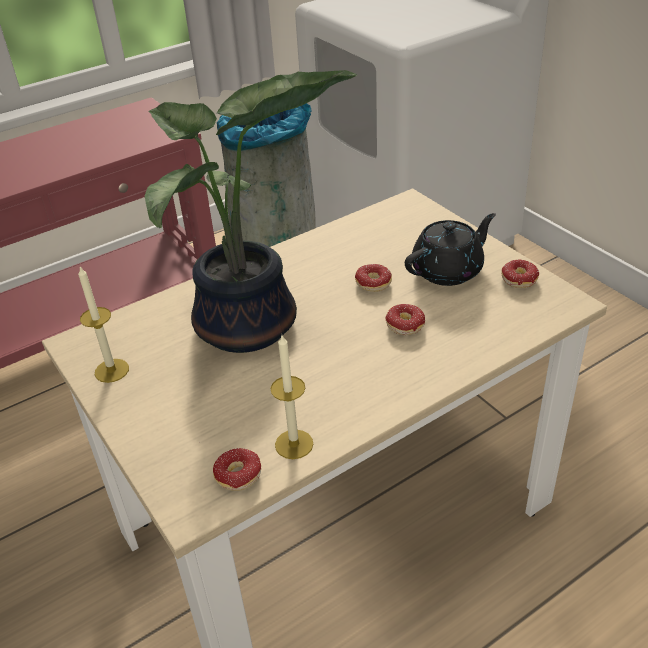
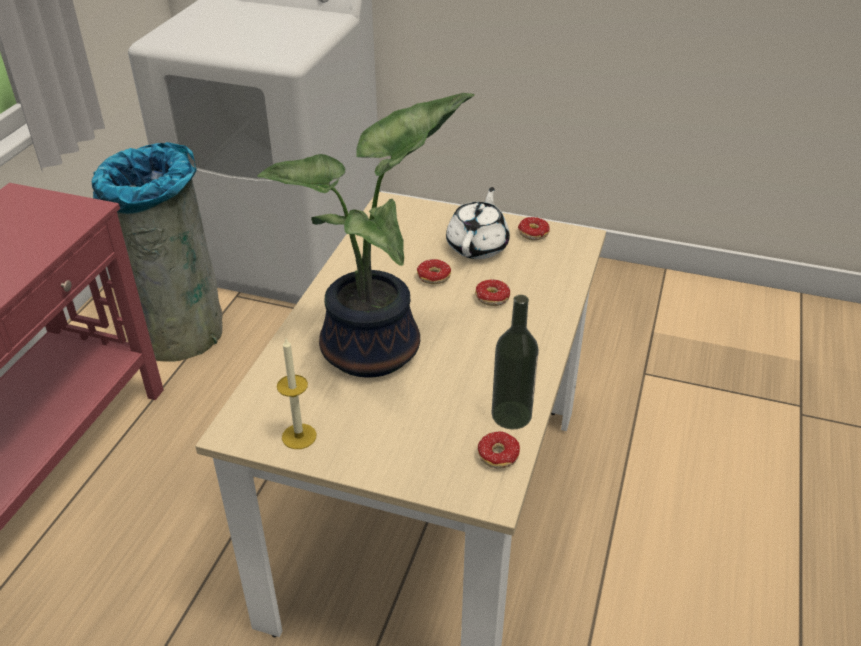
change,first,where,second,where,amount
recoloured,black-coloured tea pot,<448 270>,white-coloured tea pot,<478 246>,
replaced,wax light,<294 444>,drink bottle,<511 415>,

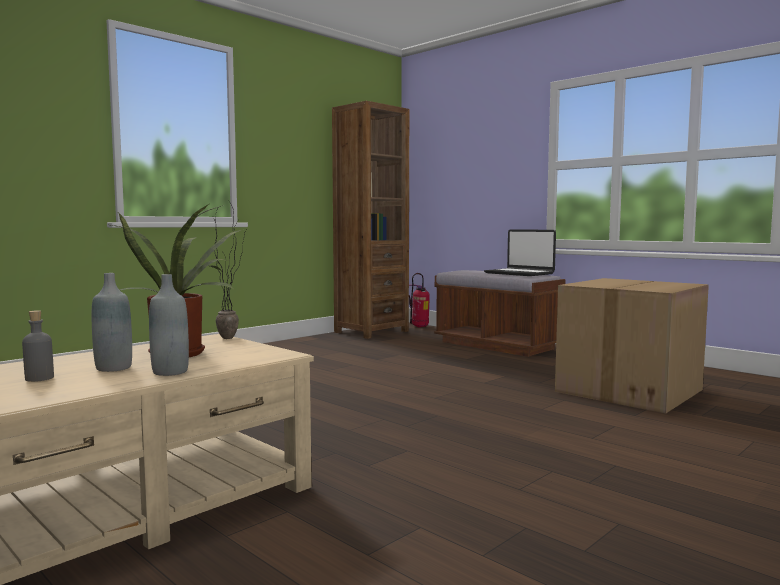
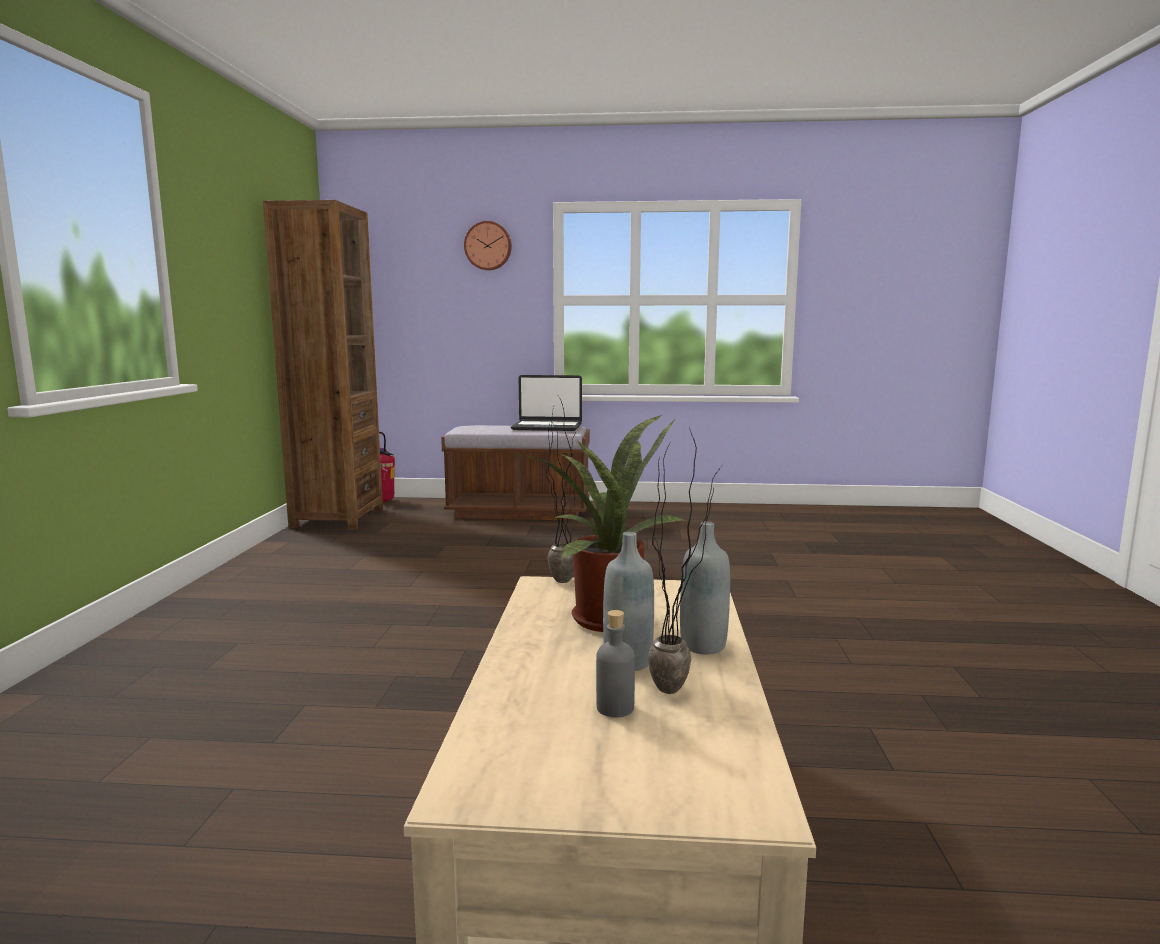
change,first,where,second,where,amount
added,,,clock on the wall,<488 246>,
added,,,potted plant,<682 691>,
removed,cardboard box,<630 391>,,,

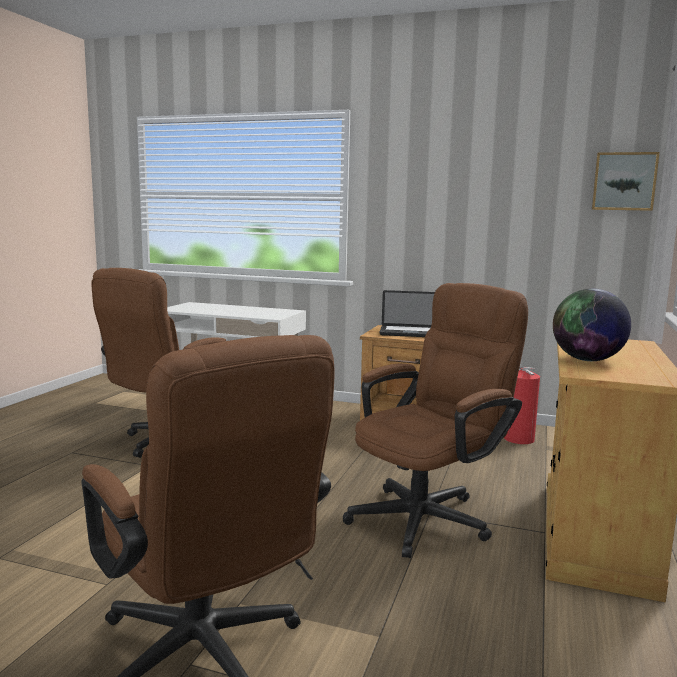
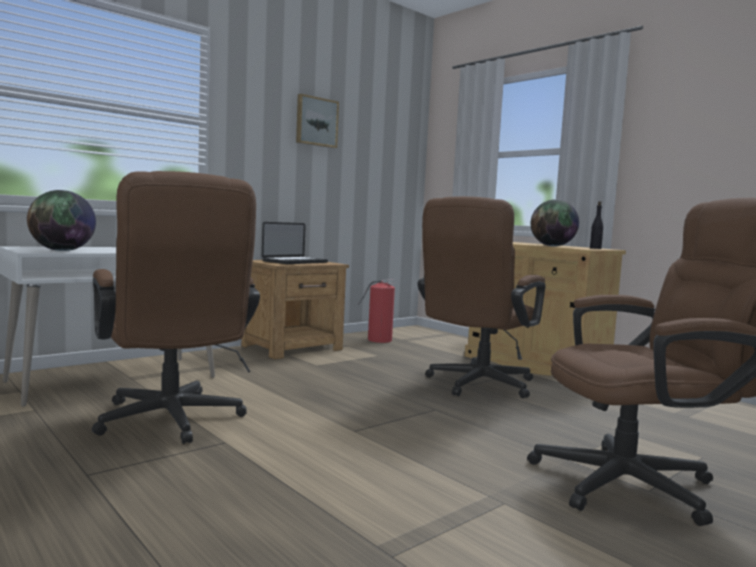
change,first,where,second,where,amount
added,,,globe,<62 251>,
moved,wall art,<624 181>,,<316 122>,
turned,brownish office chair,<429 516>,,<475 385>,135 degrees counterclockwise
added,,,black-coloured drink bottle,<595 248>,

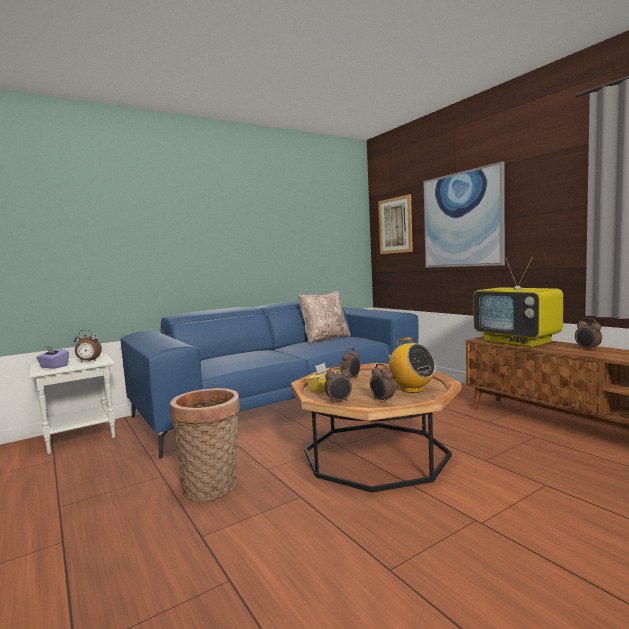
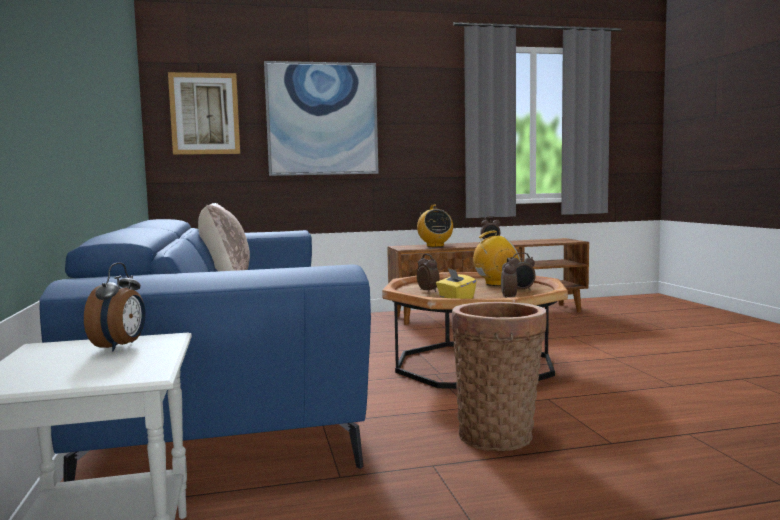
change,first,where,second,where,amount
replaced,TV set,<517 341>,radio receiver,<435 246>,
removed,purplish box of tissues,<53 366>,,,

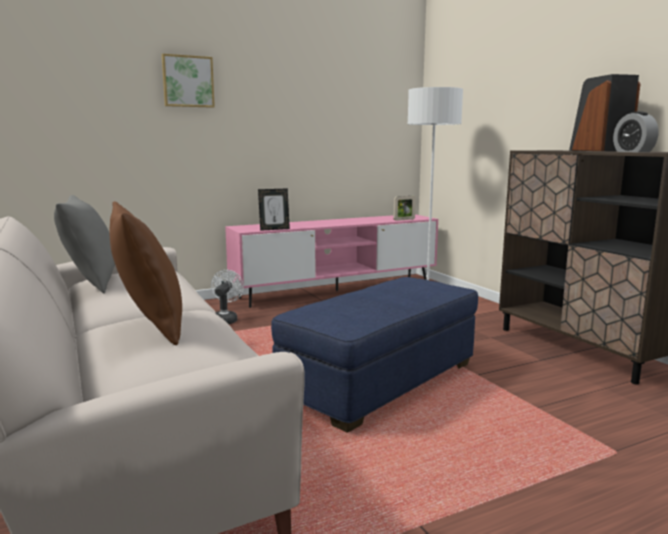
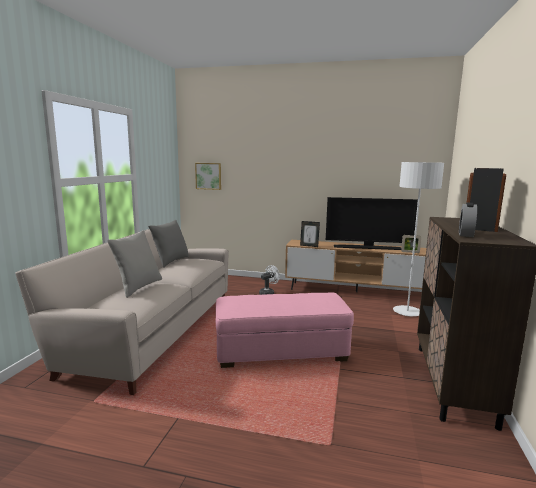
change,first,where,second,where,amount
recoloured,brownish throw pillow,<150 326>,grey throw pillow,<138 287>,
moved,wall art,<188 81>,,<208 176>,
recoloured,blue footrest,<380 382>,pinkish footrest,<280 351>,
recoloured,pinkish tv unit,<337 291>,brownish tv unit,<356 292>,
added,,,TV set,<368 248>,

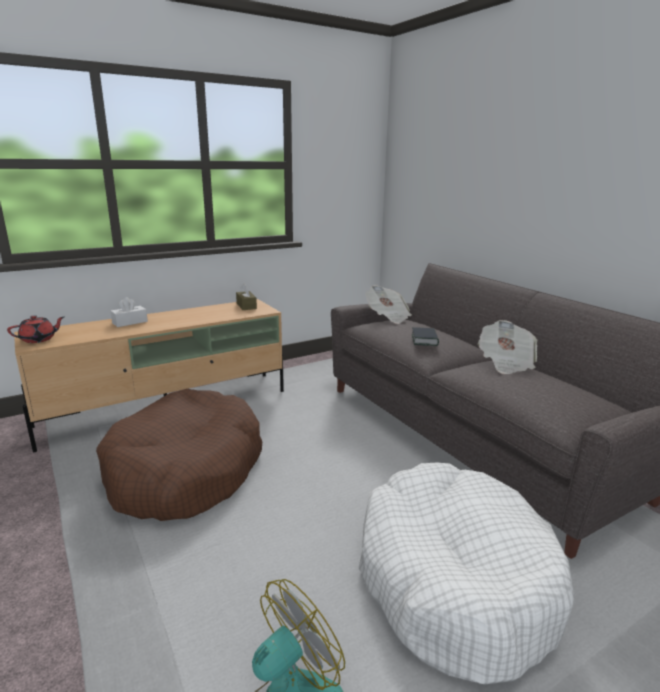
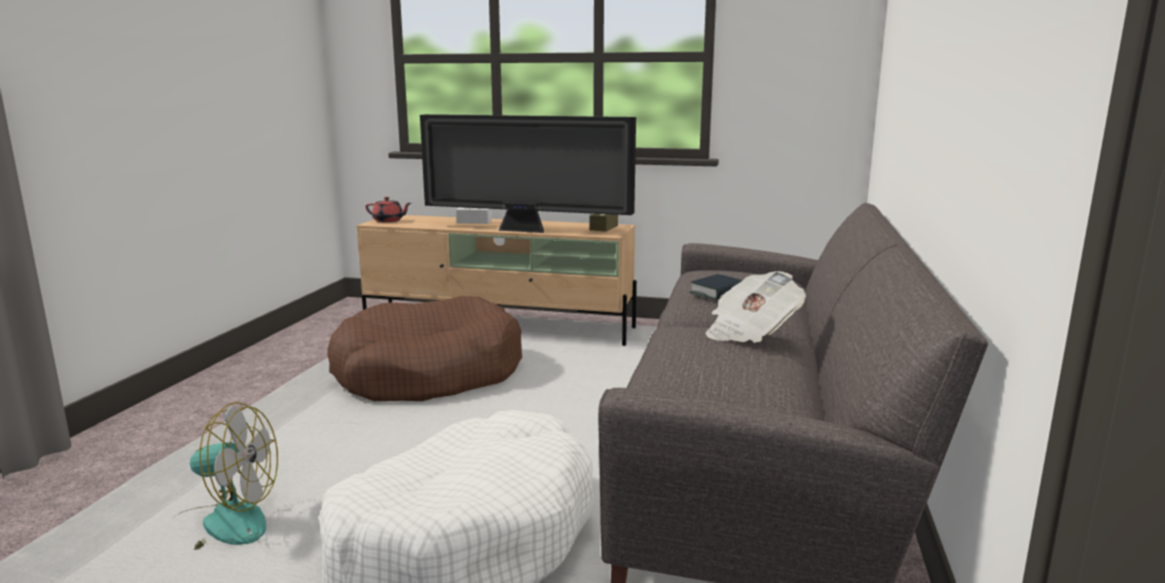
change,first,where,second,where,amount
added,,,TV set,<526 230>,
removed,newspaper,<387 316>,,,

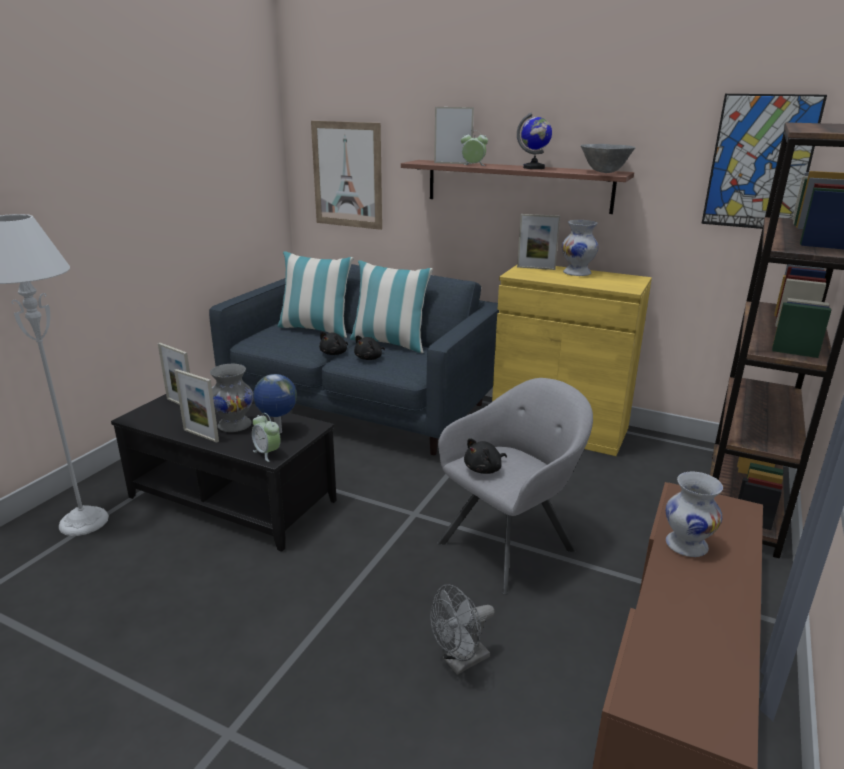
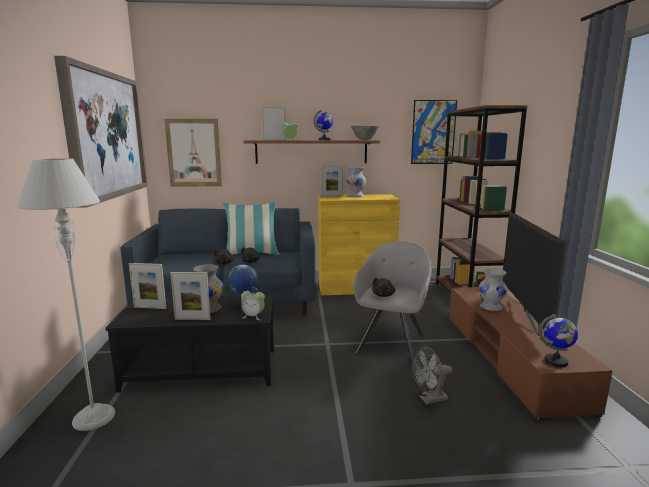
change,first,where,second,where,amount
added,,,wall art,<106 135>,
turned,grey electric fan,<460 662>,,<429 399>,45 degrees clockwise
added,,,TV set,<523 315>,
added,,,globe,<556 362>,
removed,throw pillow,<316 329>,,,

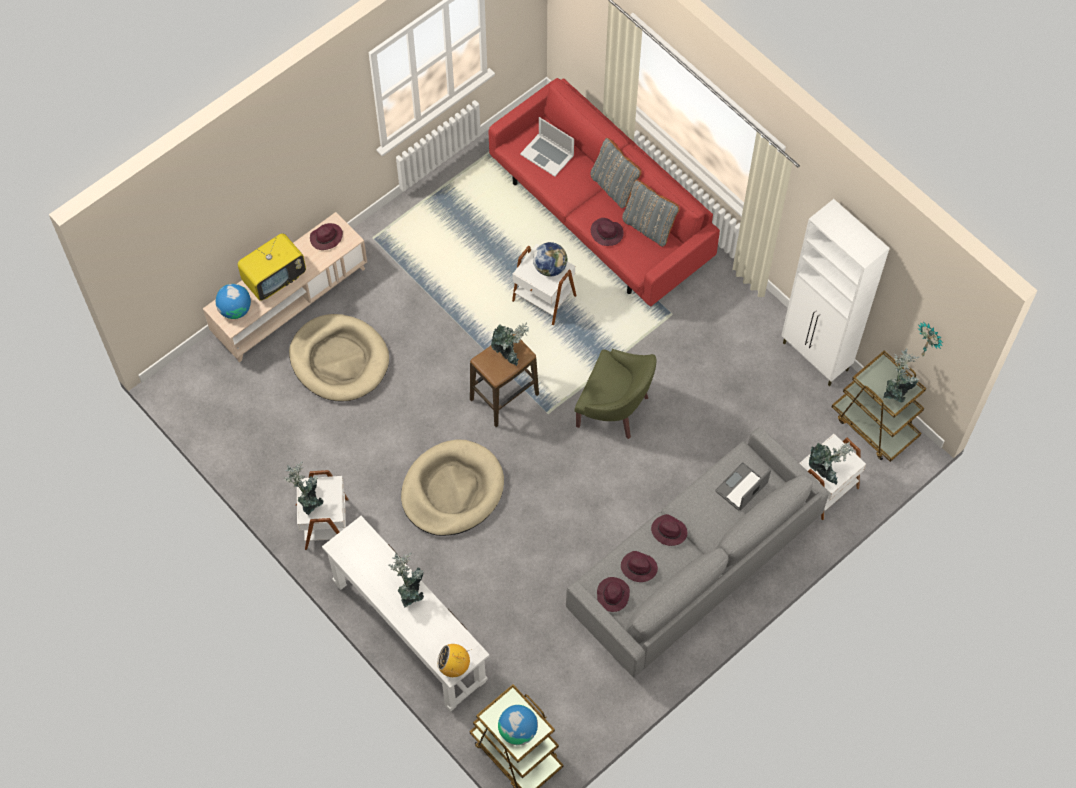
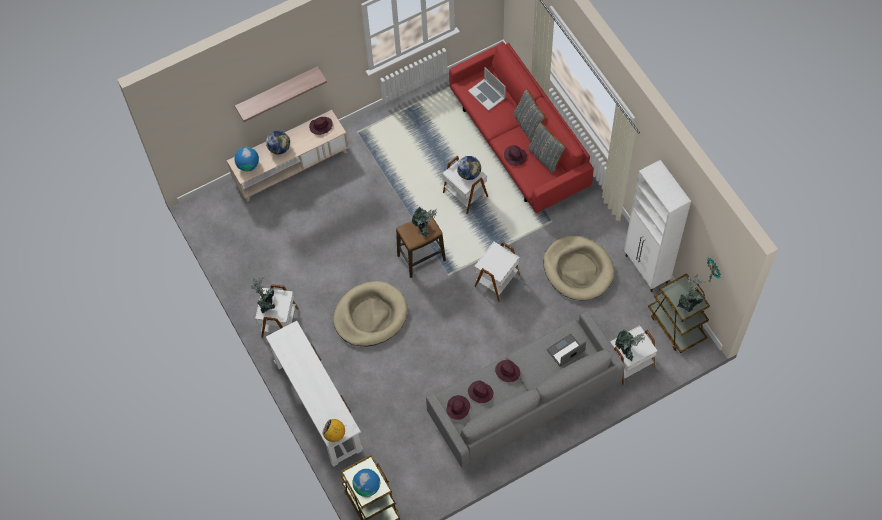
change,first,where,second,where,amount
added,,,bracket shelf,<277 91>,
replaced,TV set,<275 278>,globe,<279 148>,
replaced,green-coloured easy chair,<615 408>,white-coloured accent table,<496 280>,
moved,beige-coloured dog cushion,<339 360>,,<578 269>,
removed,potted plant,<410 590>,,,

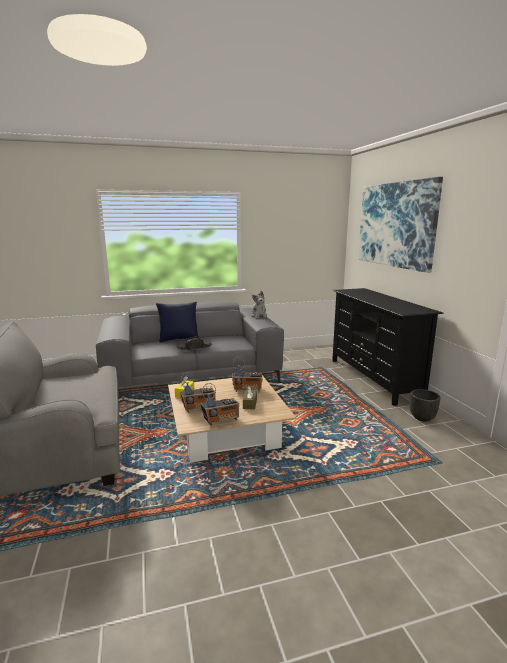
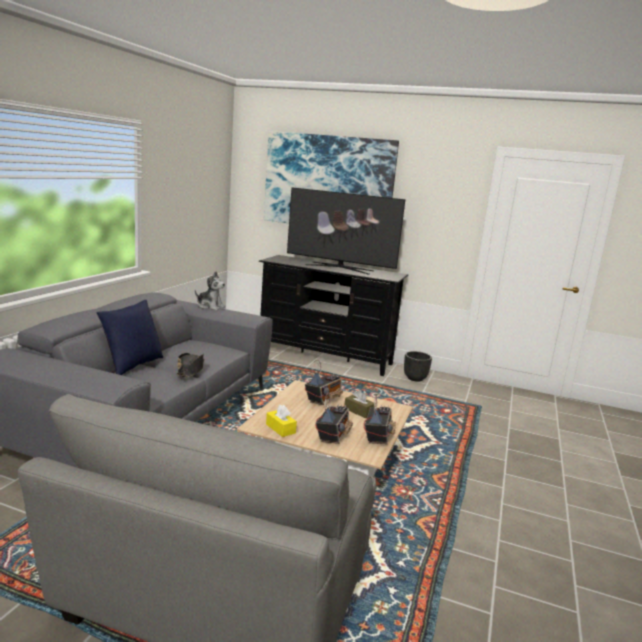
change,first,where,second,where,amount
added,,,TV set,<339 268>,

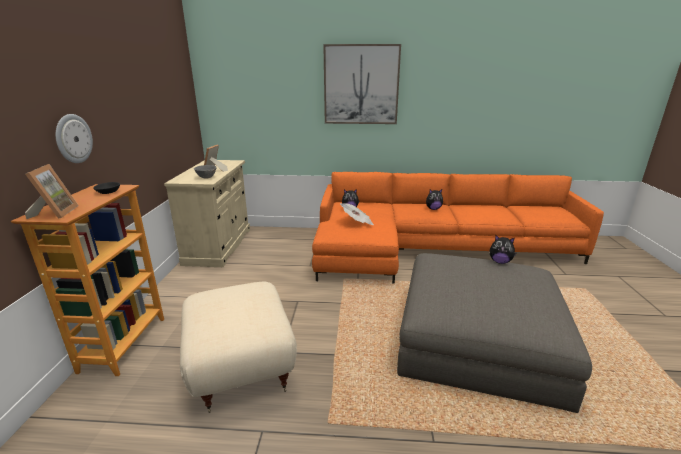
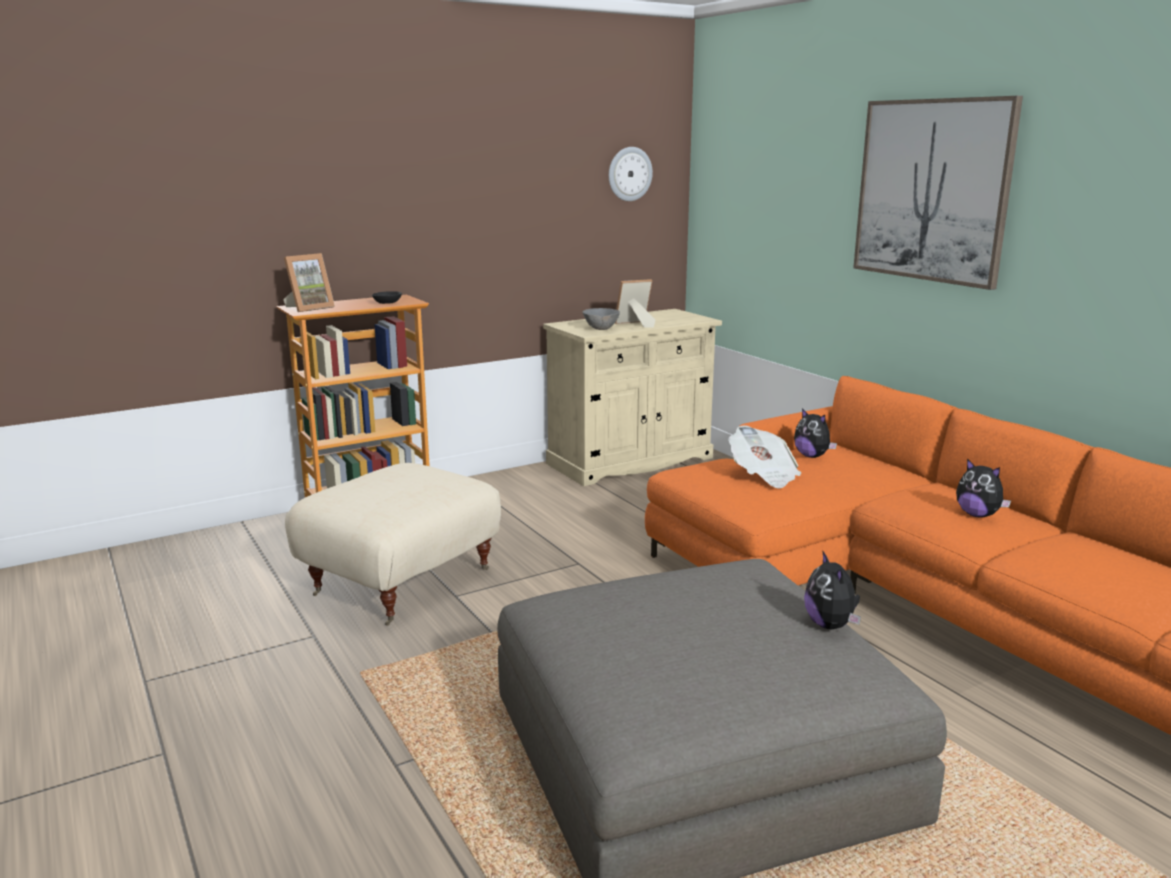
change,first,where,second,where,amount
moved,clock on the wall,<73 138>,,<629 174>,

